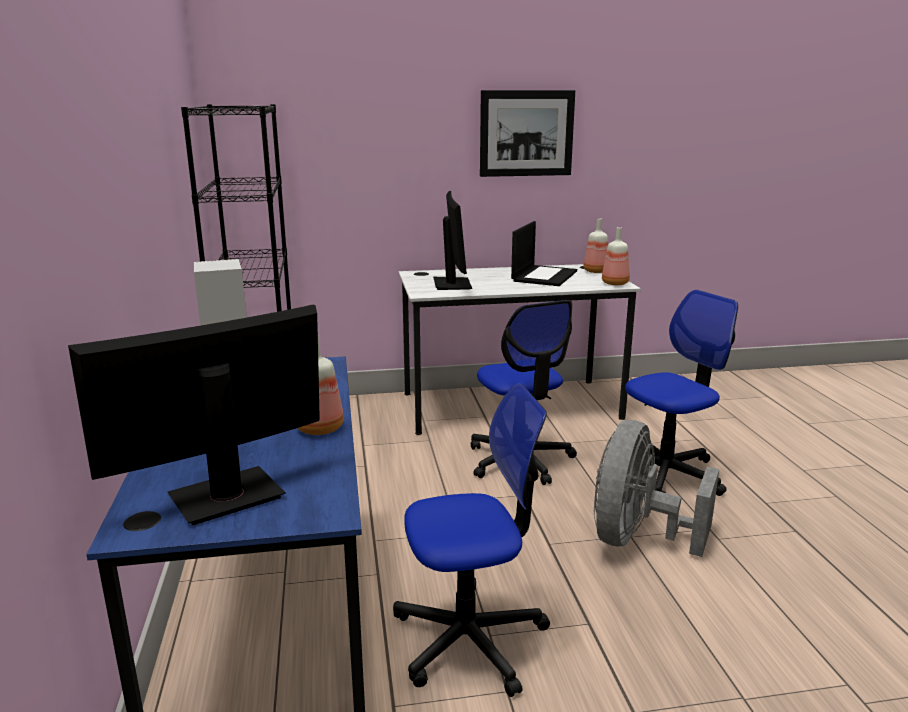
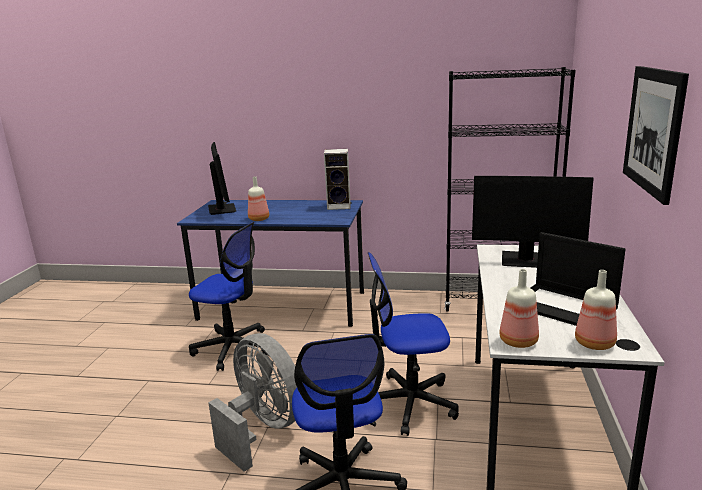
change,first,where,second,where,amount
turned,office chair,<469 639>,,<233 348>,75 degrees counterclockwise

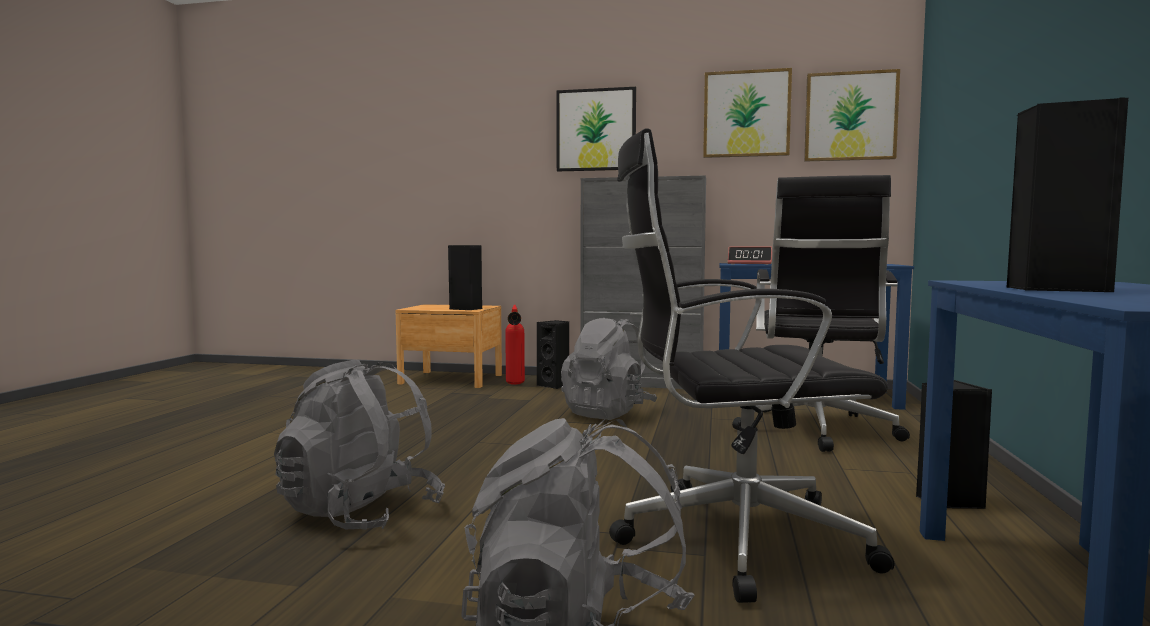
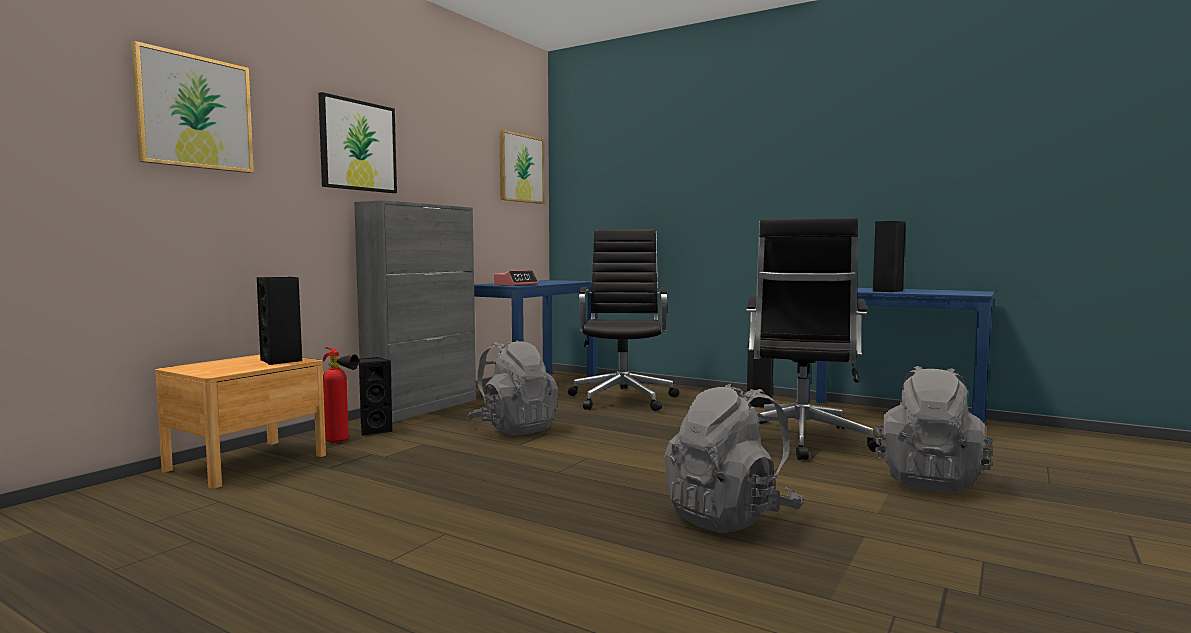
change,first,where,second,where,amount
moved,wall art,<746 114>,,<195 112>,
turned,black-coloured office chair,<815 430>,,<623 398>,120 degrees counterclockwise

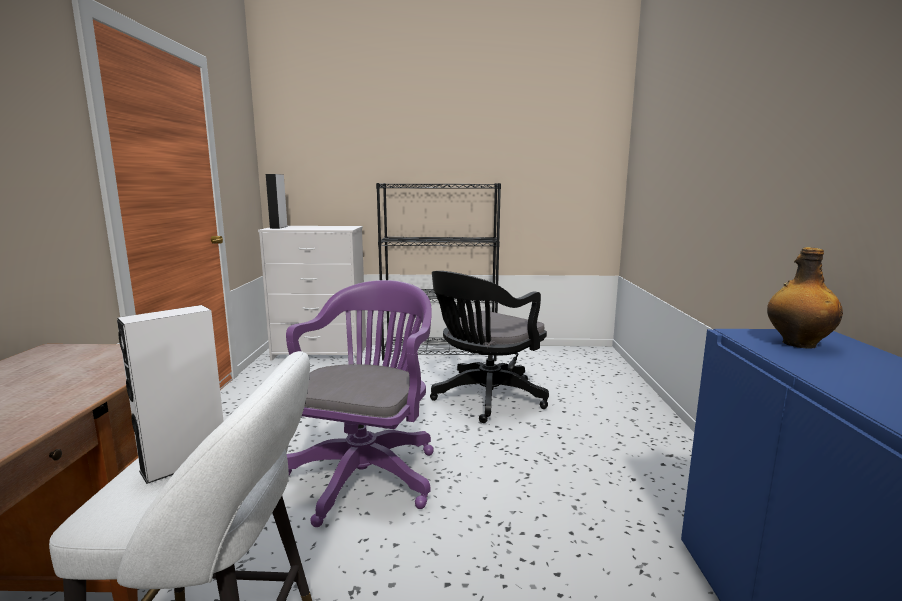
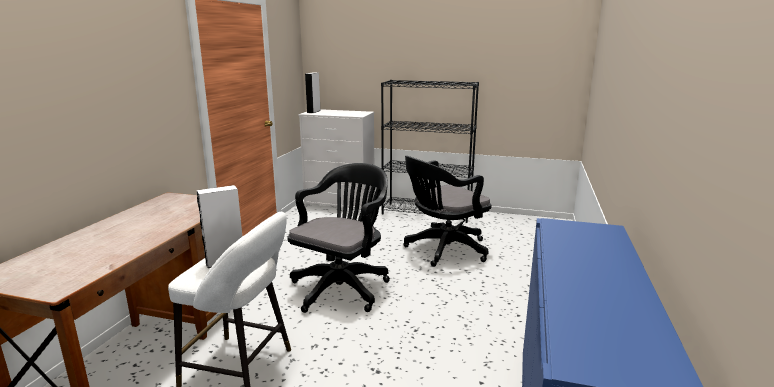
change,first,where,second,where,amount
recoloured,purplish office chair,<366 472>,black-coloured office chair,<343 287>,
removed,drink bottle,<797 344>,,,

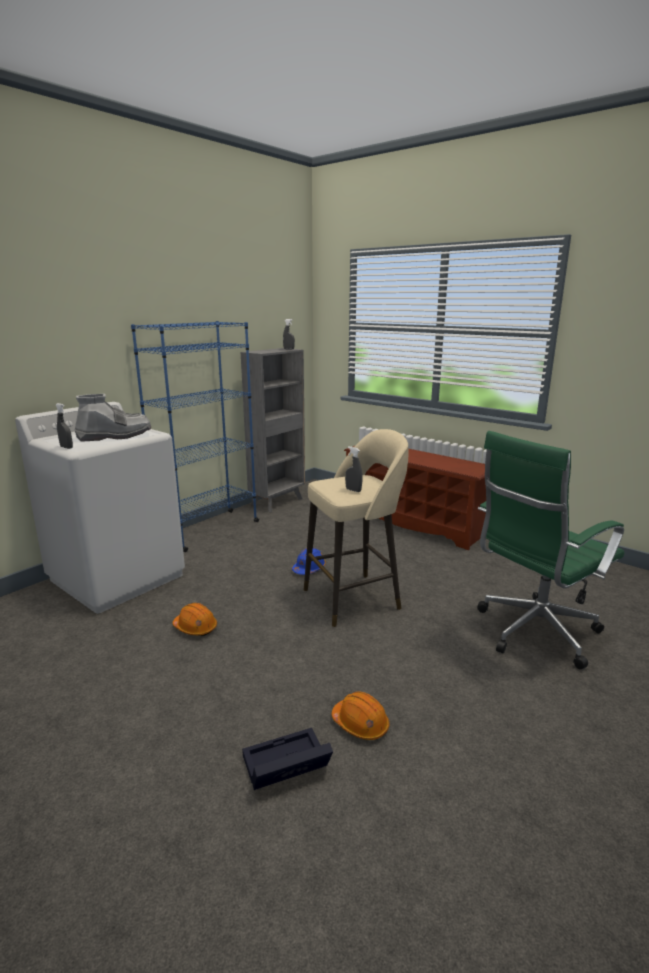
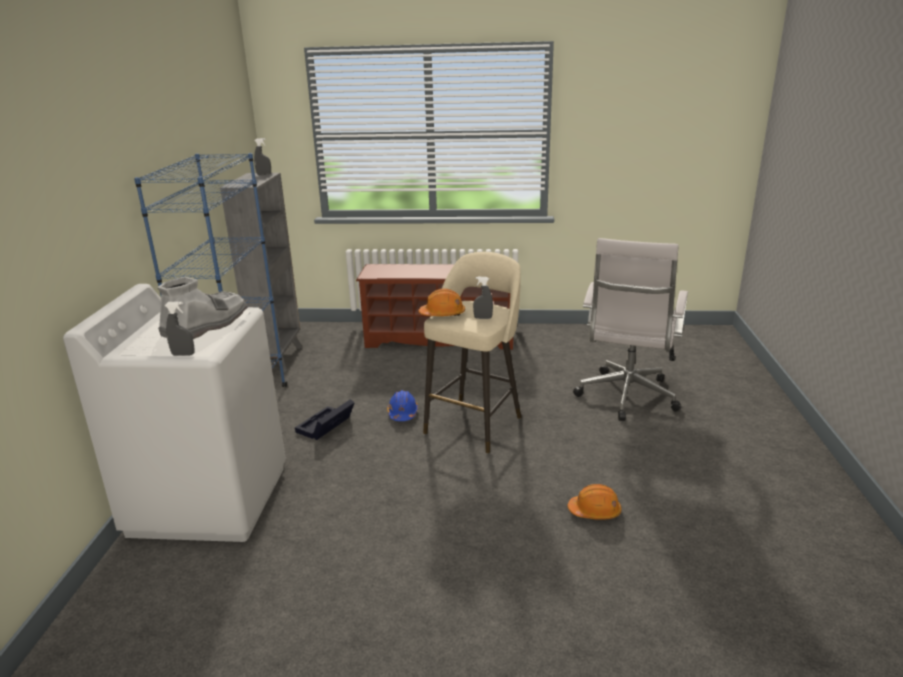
change,first,where,second,where,amount
moved,black-coloured storage bin,<284 767>,,<325 427>,
moved,orangey work helmet,<195 628>,,<442 314>,
recoloured,green-coloured office chair,<533 633>,white-coloured office chair,<626 398>,

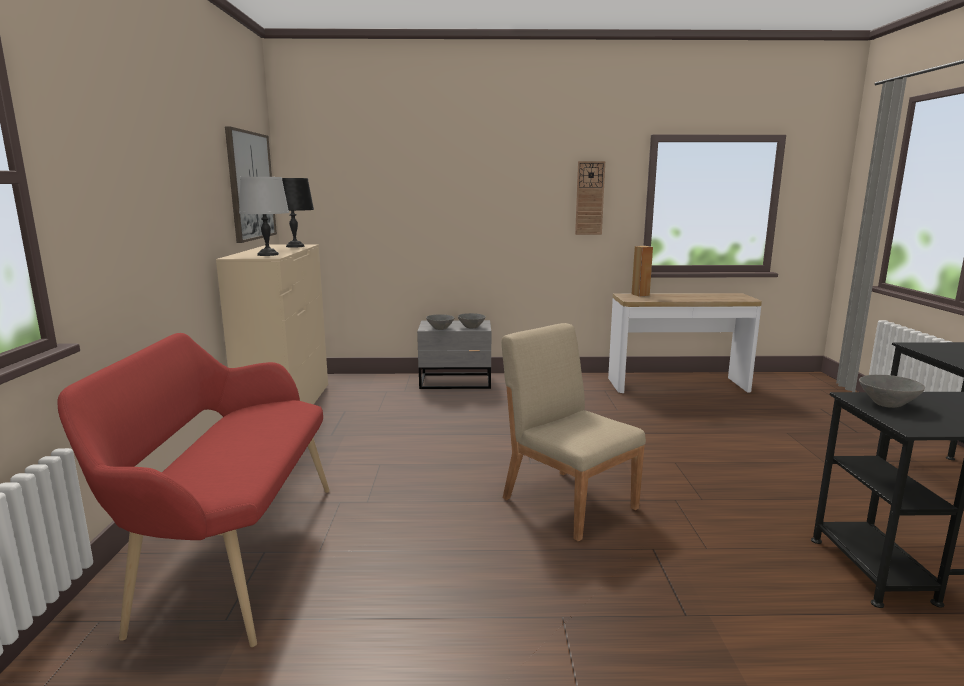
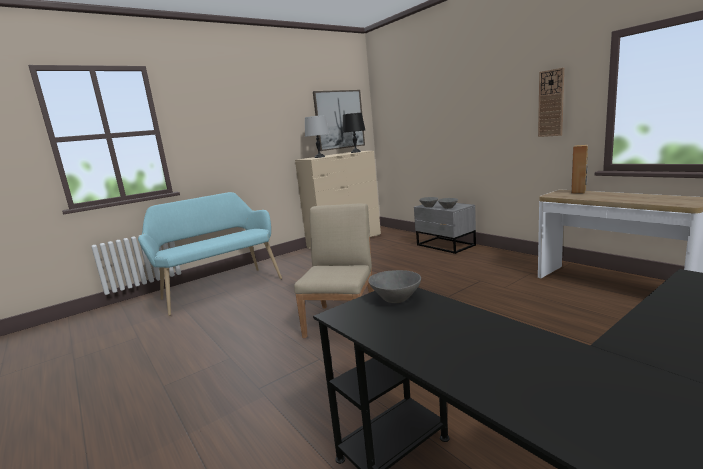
change,first,where,second,where,amount
recoloured,red indoor bench,<231 554>,turquoise indoor bench,<219 288>,

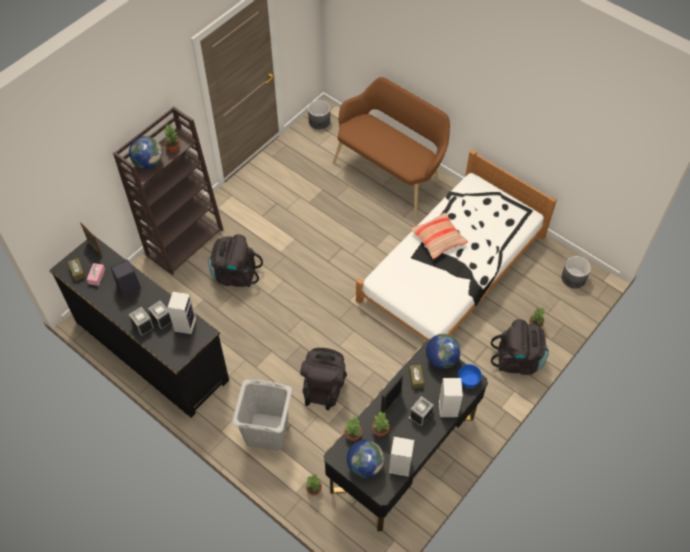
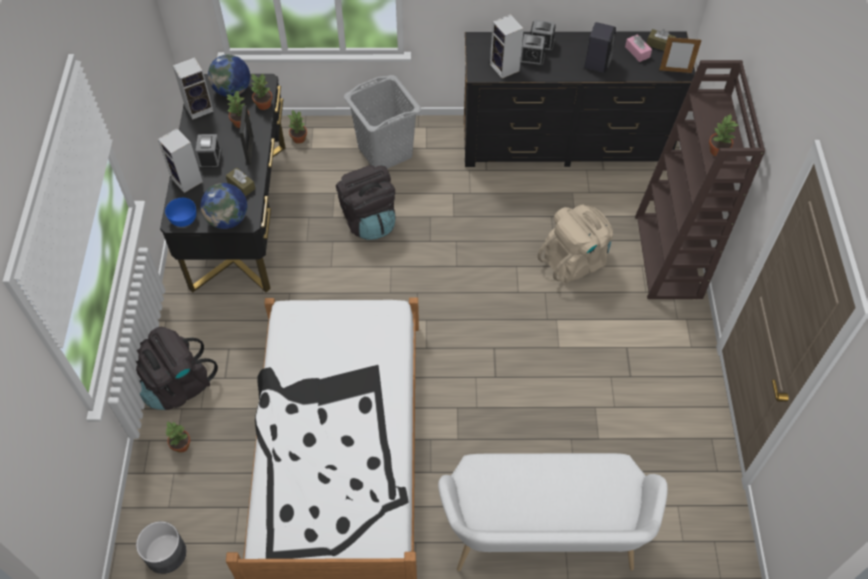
change,first,where,second,where,amount
recoloured,brownish indoor bench,<390 172>,white-coloured indoor bench,<542 538>,
recoloured,black-coloured rucksack,<235 274>,beige-coloured rucksack,<575 261>,
removed,globe,<148 163>,,,
removed,grey flower pot,<319 121>,,,
removed,throw pillow,<438 239>,,,

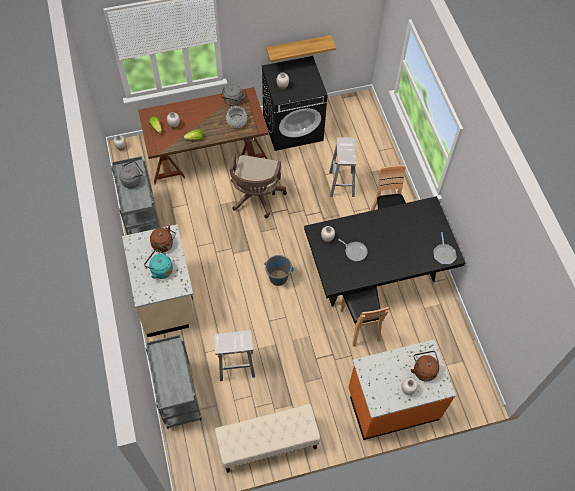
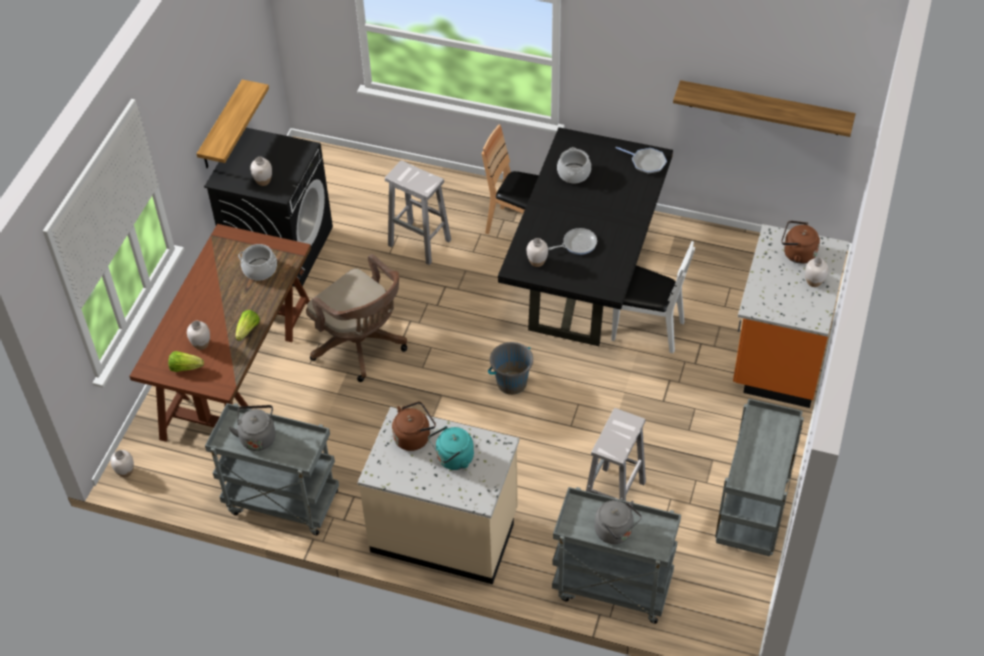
change,first,where,second,where,amount
added,,,stockpot,<573 173>,
moved,grey kettle,<233 101>,,<616 532>,
recoloured,brownish upright chair,<360 324>,white-coloured upright chair,<647 329>,
added,,,bracket shelf,<765 108>,
replaced,beige-coloured indoor bench,<267 444>,grey cart,<752 514>,

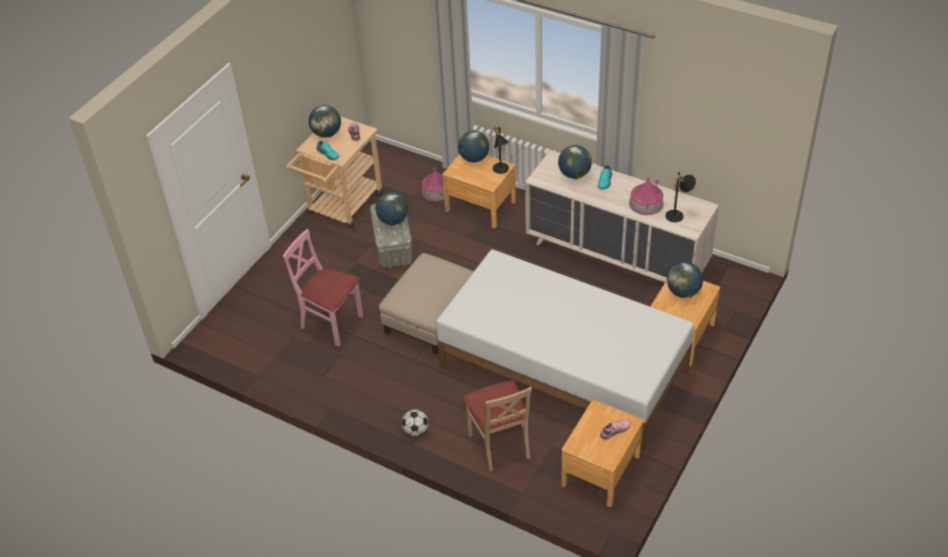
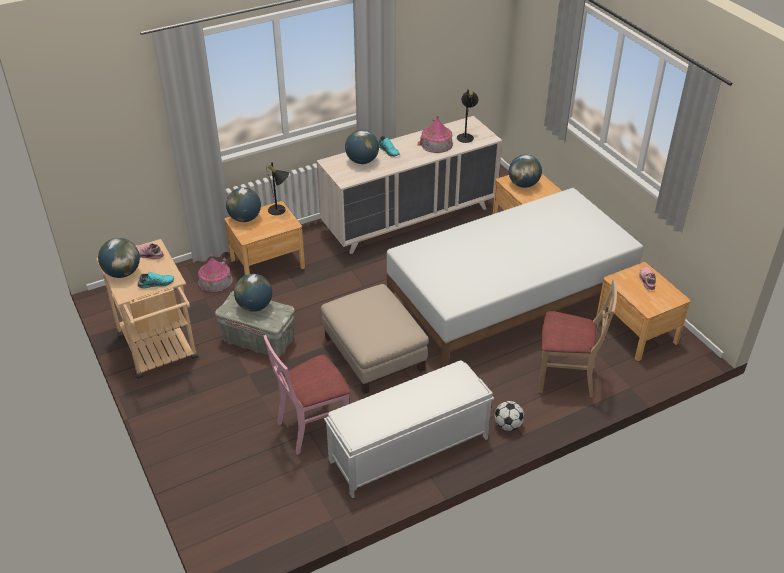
change,first,where,second,where,amount
added,,,white-coloured indoor bench,<408 449>,

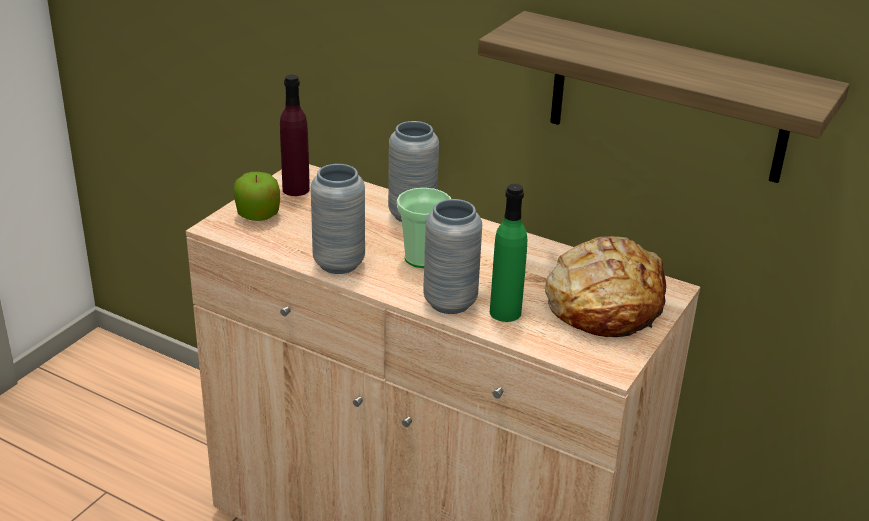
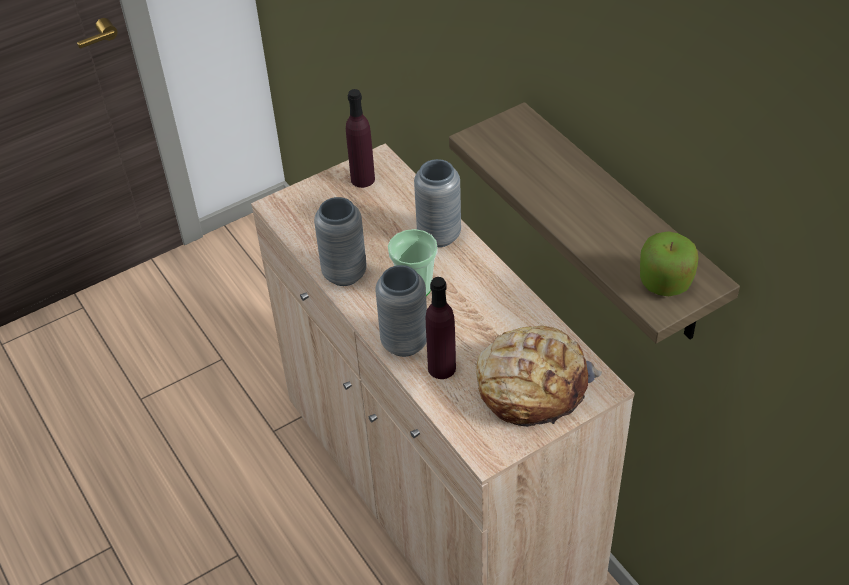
change,first,where,second,where,amount
recoloured,green-coloured drink bottle,<505 312>,purplish drink bottle,<441 368>,
moved,apple fruit,<258 215>,,<665 282>,

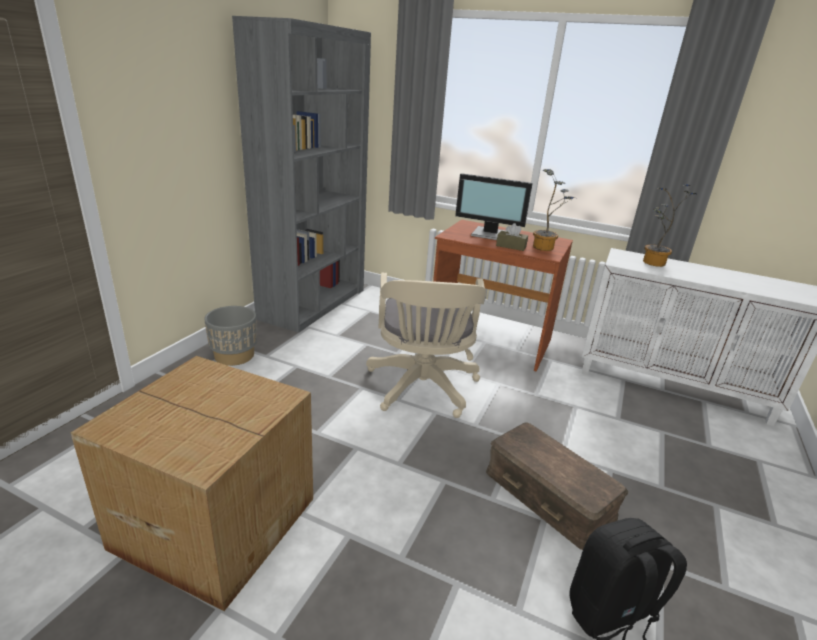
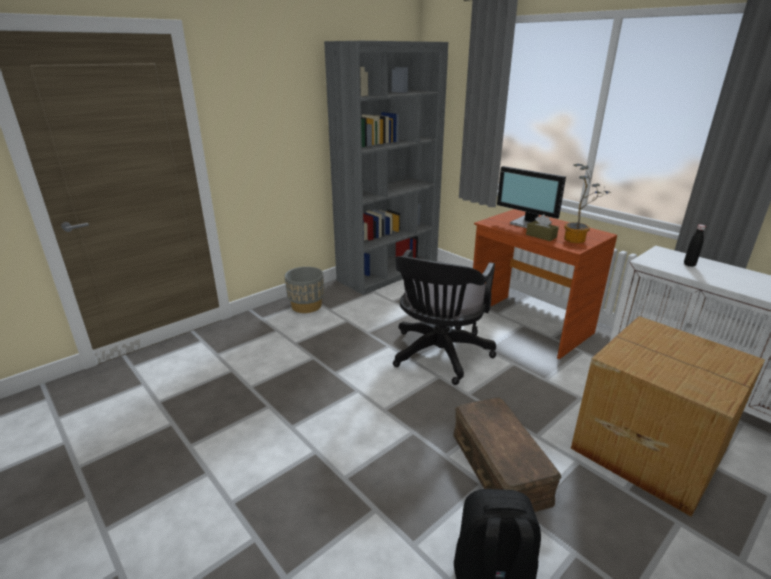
change,first,where,second,where,amount
recoloured,beige-coloured office chair,<422 389>,black-coloured office chair,<439 356>,
moved,cardboard box,<216 520>,,<647 447>,
replaced,potted plant,<652 263>,black-coloured drink bottle,<689 265>,

